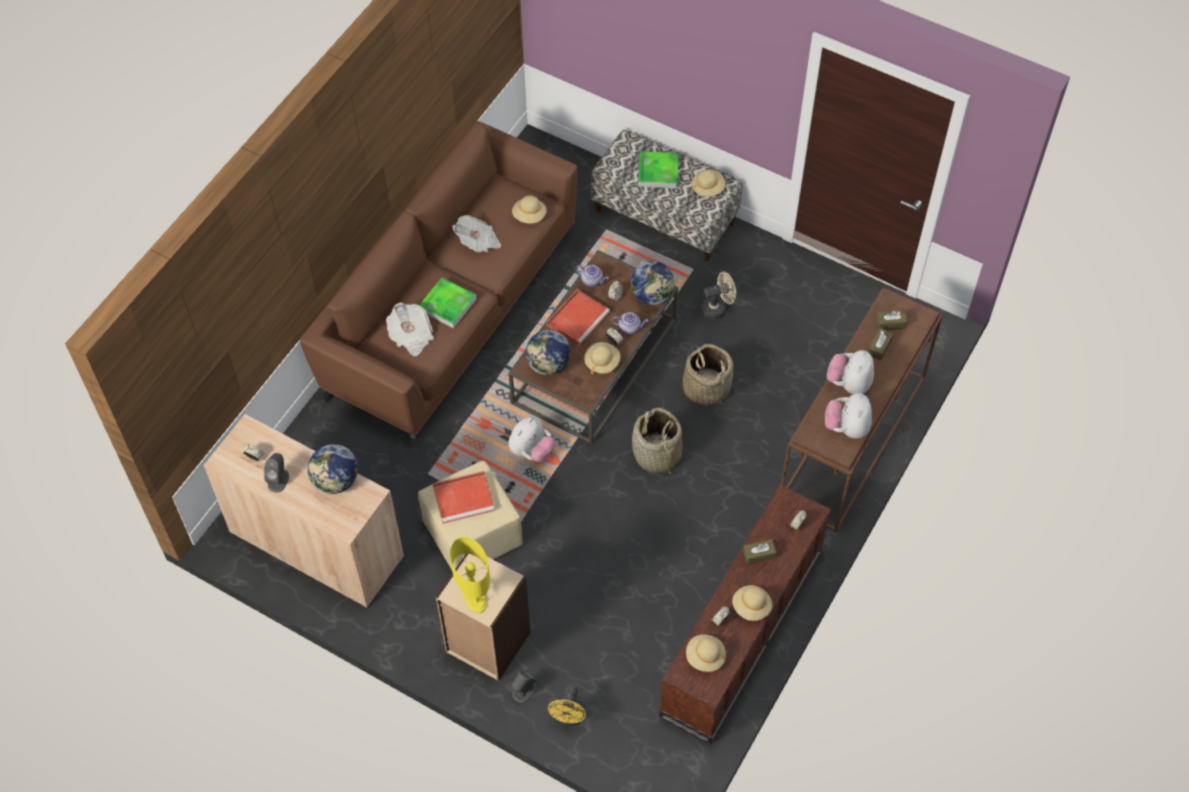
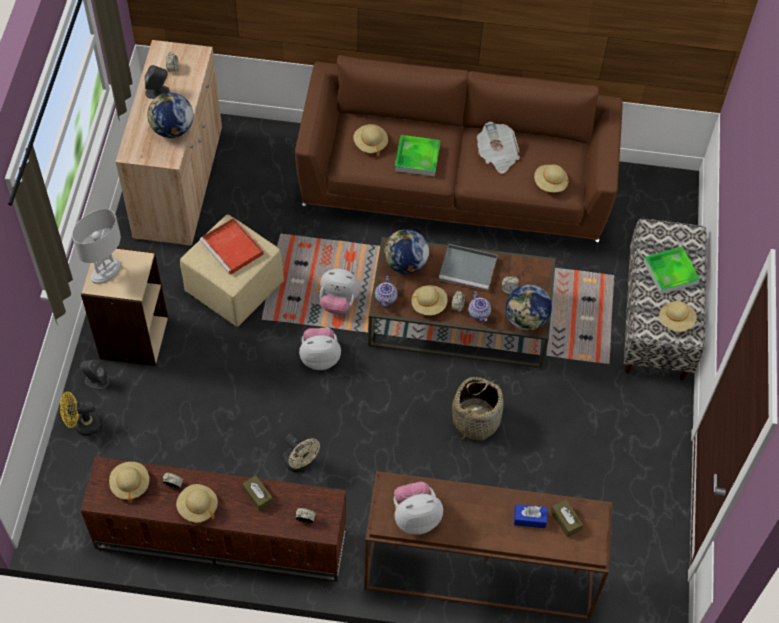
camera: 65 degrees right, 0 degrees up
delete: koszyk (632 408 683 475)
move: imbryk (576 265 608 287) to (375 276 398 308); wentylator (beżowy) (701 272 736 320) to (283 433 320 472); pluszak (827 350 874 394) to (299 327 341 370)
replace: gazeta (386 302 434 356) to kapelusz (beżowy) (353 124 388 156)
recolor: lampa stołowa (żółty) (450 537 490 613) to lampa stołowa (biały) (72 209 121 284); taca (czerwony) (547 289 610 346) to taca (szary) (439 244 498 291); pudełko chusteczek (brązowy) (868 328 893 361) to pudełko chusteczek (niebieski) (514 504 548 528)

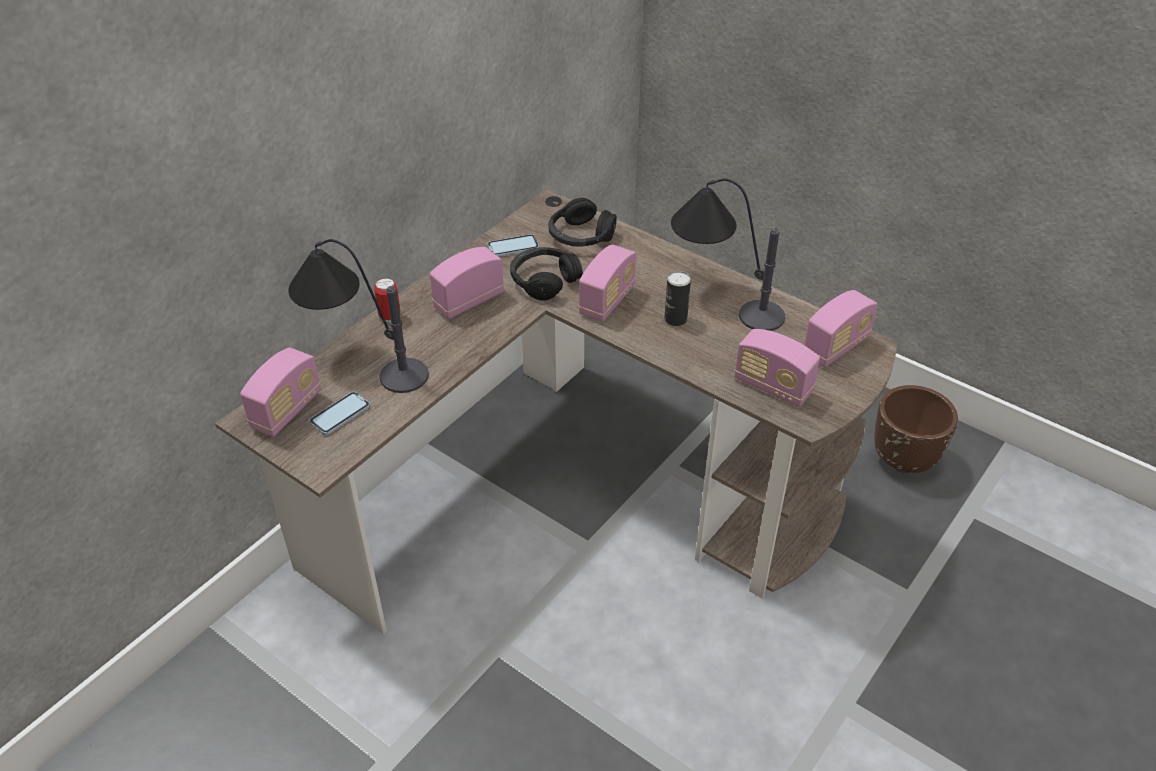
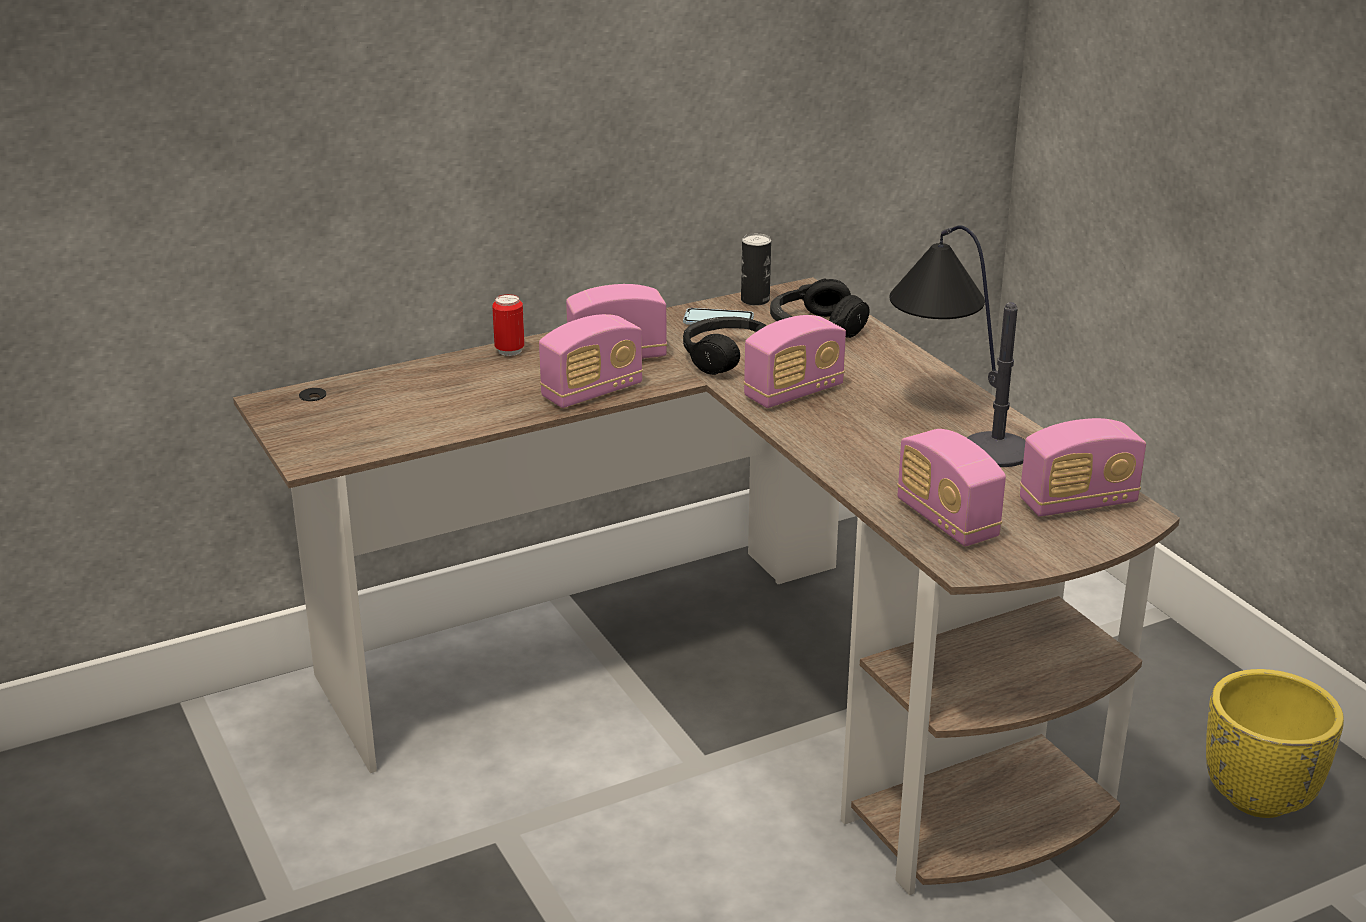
camera: 25 degrees right, 15 degrees down
delete: lampa stołowa (288 239 429 393); telefon (309 392 370 435)
move: radio (240 348 321 437) to (539 314 643 408); puszka (664 271 691 326) to (741 233 771 306)
recolor: donica (brązowy) (874 385 958 473) to donica (żółty) (1206 669 1344 818)

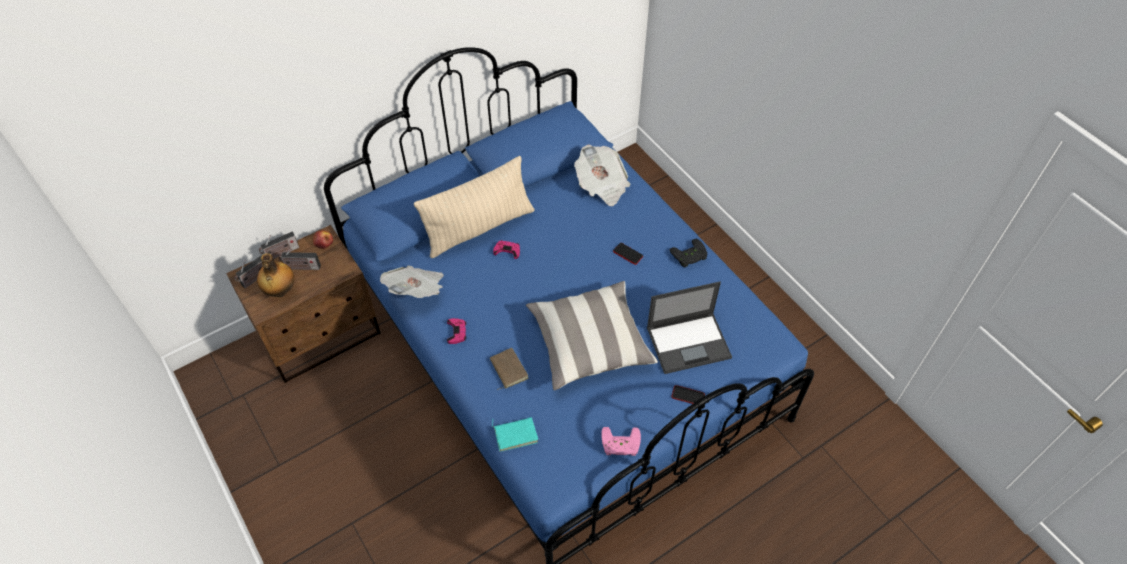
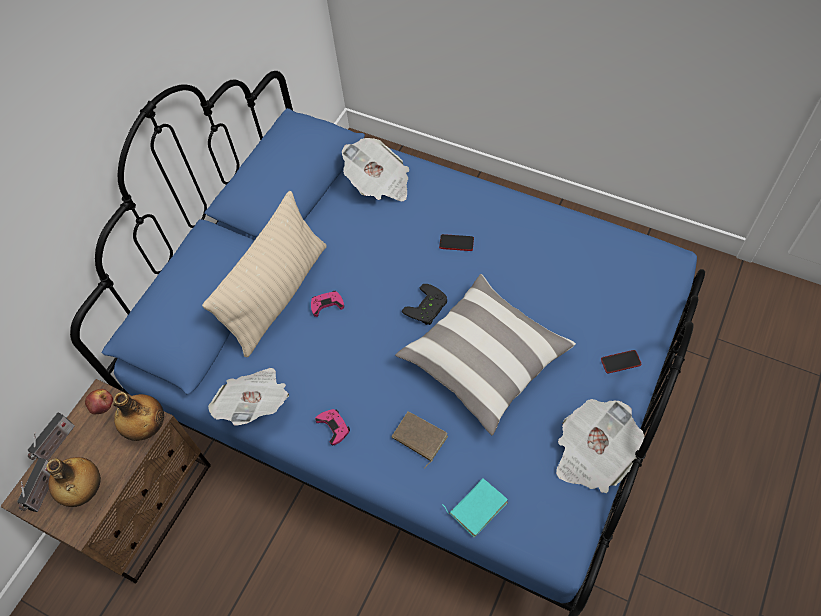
camera: 25 degrees left, 5 degrees up
delete: radio (279 248 321 270); laptop (647 282 732 374)
insert: butelka (113 392 164 441)
move: pad do gier (czarny) (669 239 708 268) to (402 284 447 325)
replace: pad do gier (różowy) (601 427 641 456) to gazeta (556 399 644 493)

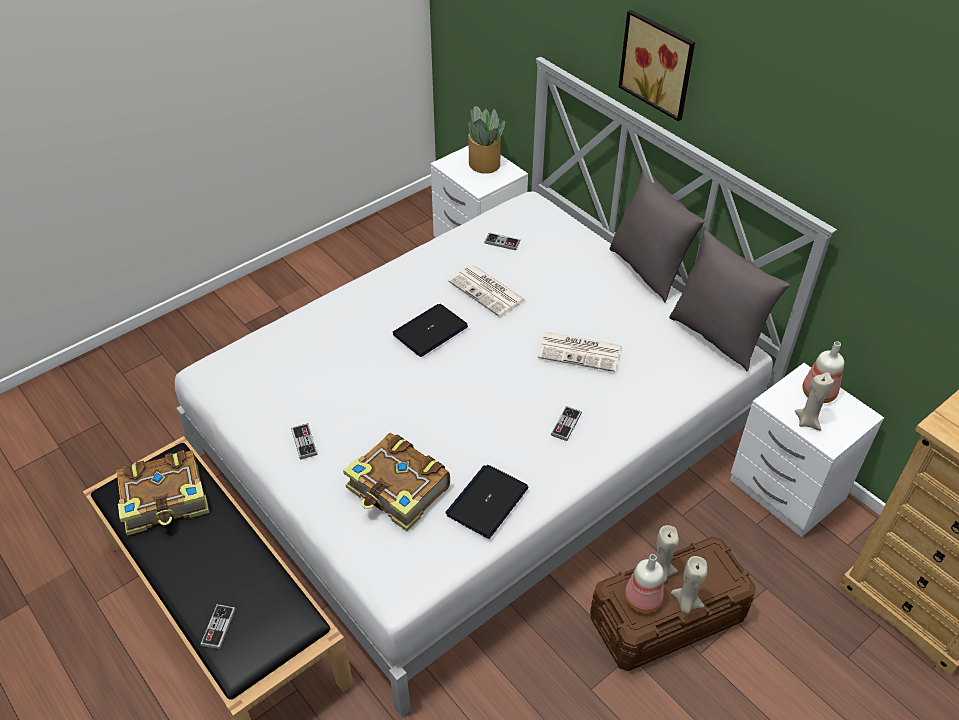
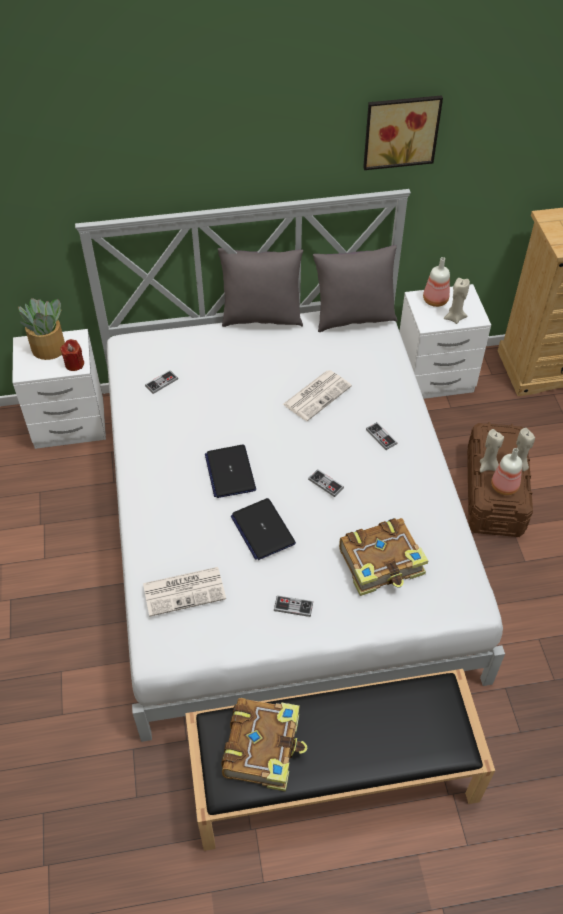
camera: 60 degrees left, 5 degrees up
insert: świeca (czerwony) (60 339 84 371)
move: pad do gier (201 604 236 649) to (308 469 344 497); laptop (445 465 528 539) to (231 498 296 560); gazeta (448 265 526 317) to (143 567 226 617); obraz (619 10 695 121) to (363 95 443 170)

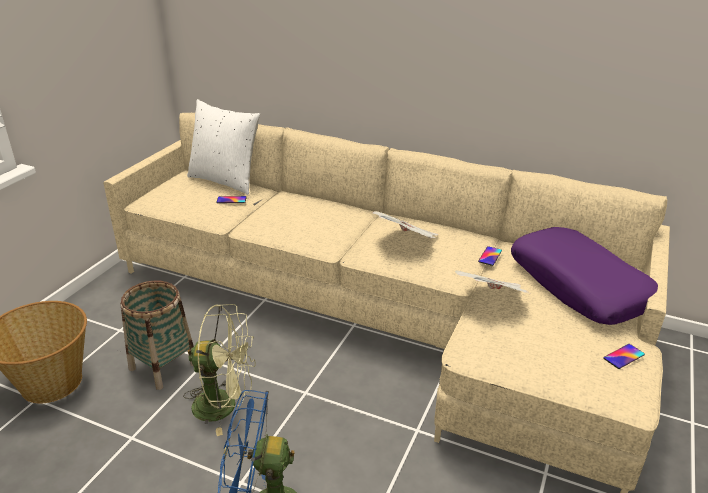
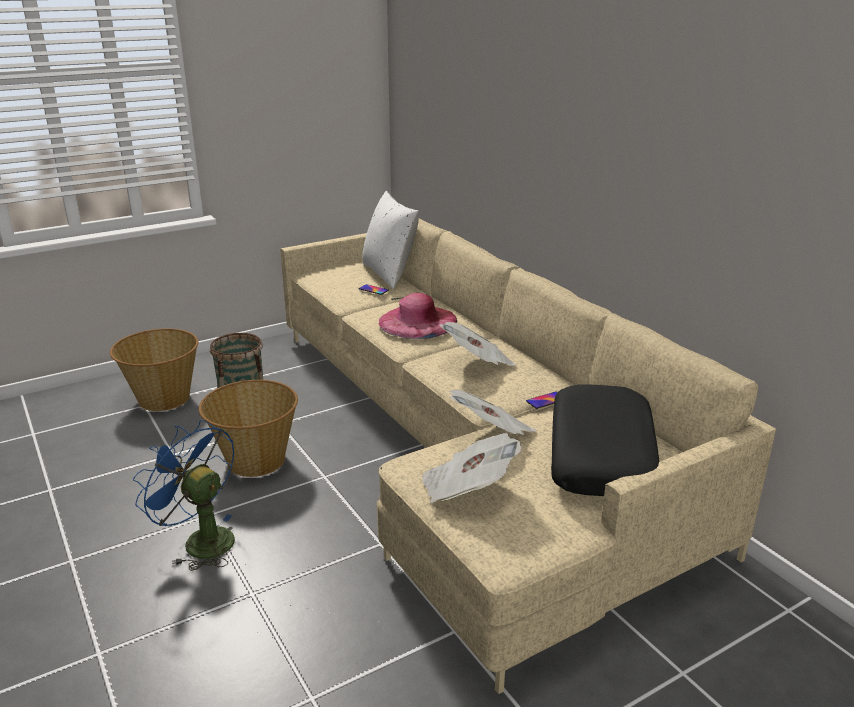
camera: 35 degrees right, 5 degrees down
delete: telefon (603 344 645 369)
insert: kapelusz (różowy) (379 293 457 339); gazeta (422 433 521 503)
replace: wentylator (zielony) (183 304 256 436) to koszyk (199 380 298 477)
recolor: poduszka (fioletowy) (511 227 658 325) to poduszka (czarny) (551 385 659 496)

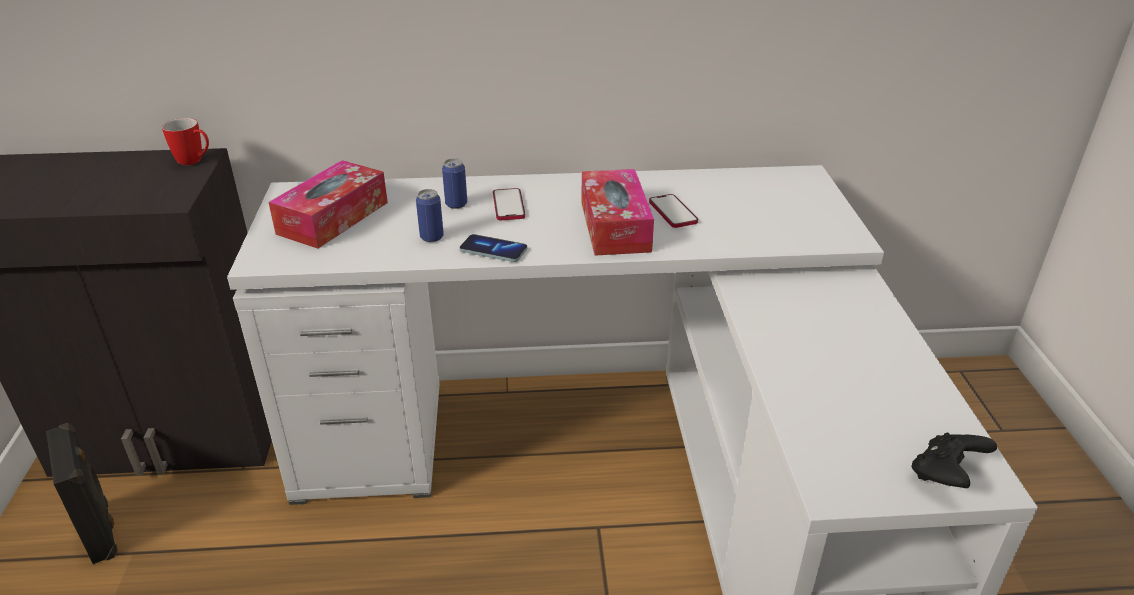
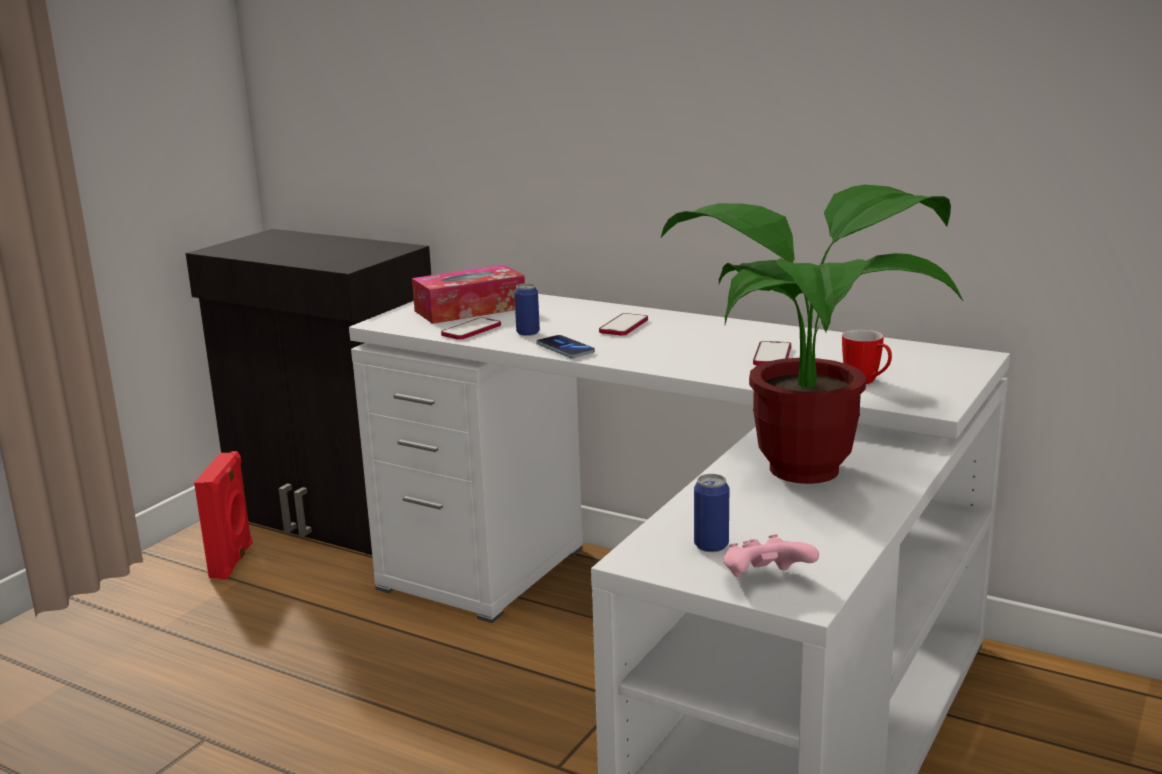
camera: 35 degrees right, 15 degrees down
delete: pudełko chusteczek (581 169 654 256)
insert: telefon (441 317 501 340); roślina doniczkowa (661 185 963 484)
move: kubek (162 118 209 165) to (842 329 892 384); puszka (442 158 467 209) to (694 474 729 552)
recolor: głośnik (czarny) (46 423 117 564) to głośnik (czerwony) (194 451 253 580); pad do gier (czarny) (911 433 997 488) to pad do gier (różowy) (723 534 819 577)

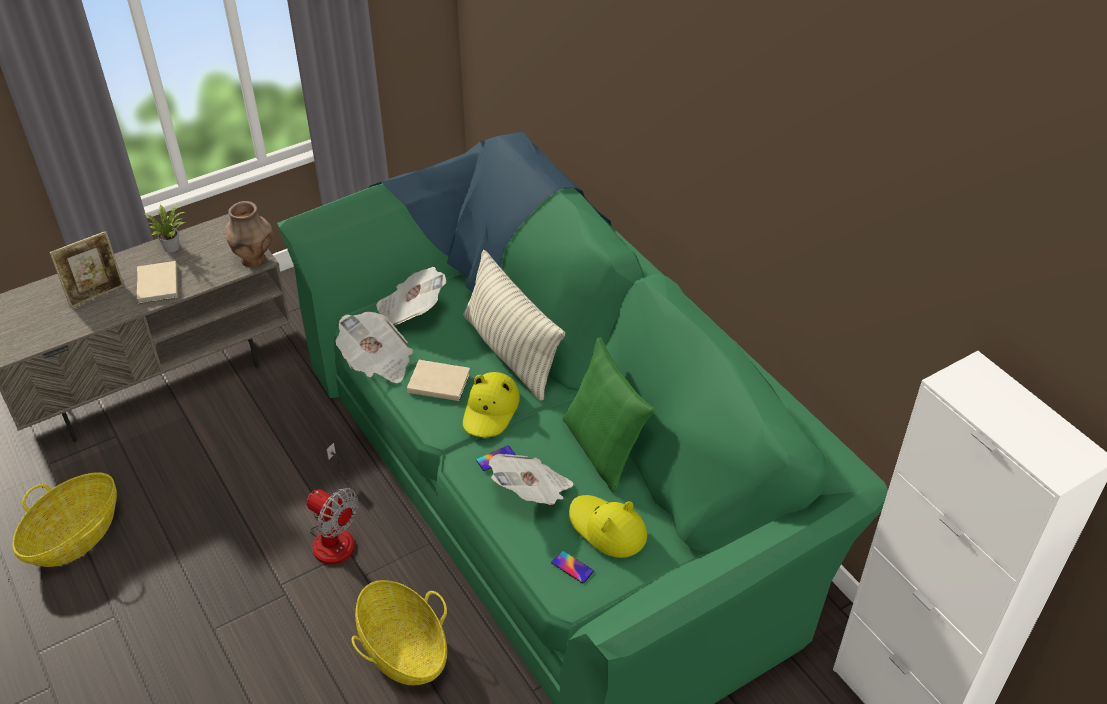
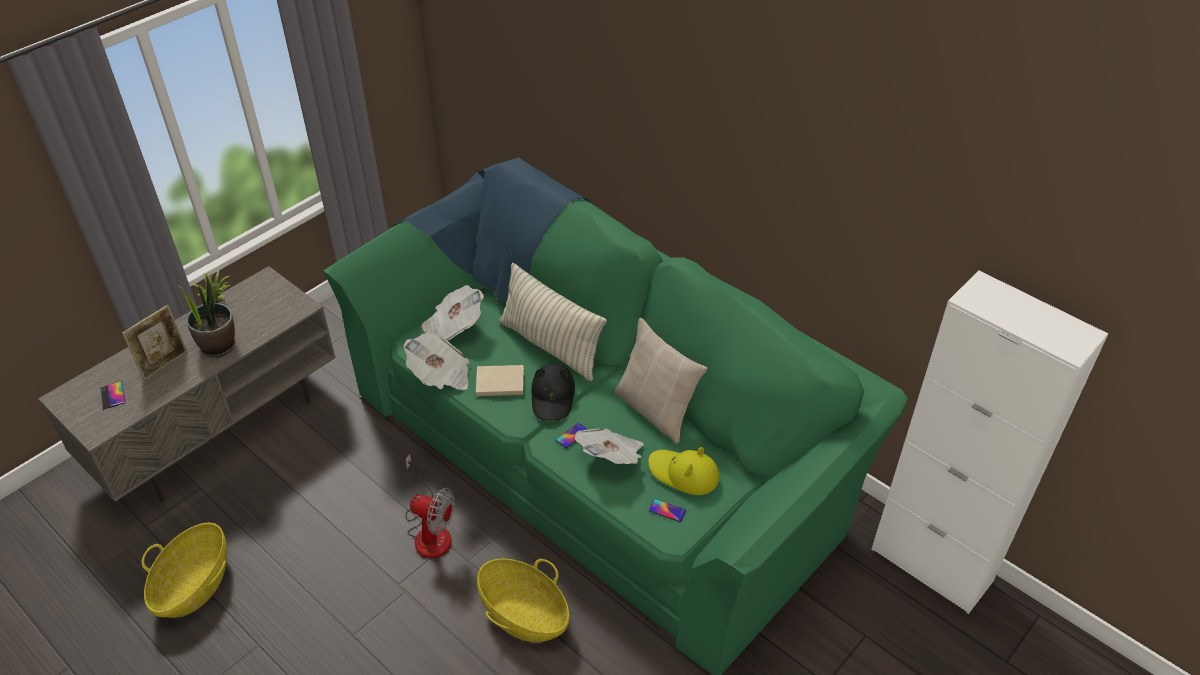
camera: 15 degrees left, 0 degrees up
delete: wazon (brązowy) (224 201 273 268)
insert: telefon (100 381 125 410)
replace: książka (beżowy) (137 261 178 304) to roślina doniczkowa (177 275 236 358)
recolor: kapelusz (żółty) (463 372 520 437) to kapelusz (czarny) (531 364 575 421); poduszka (zielony) (563 337 655 492) to poduszka (beżowy) (614 318 707 444)

